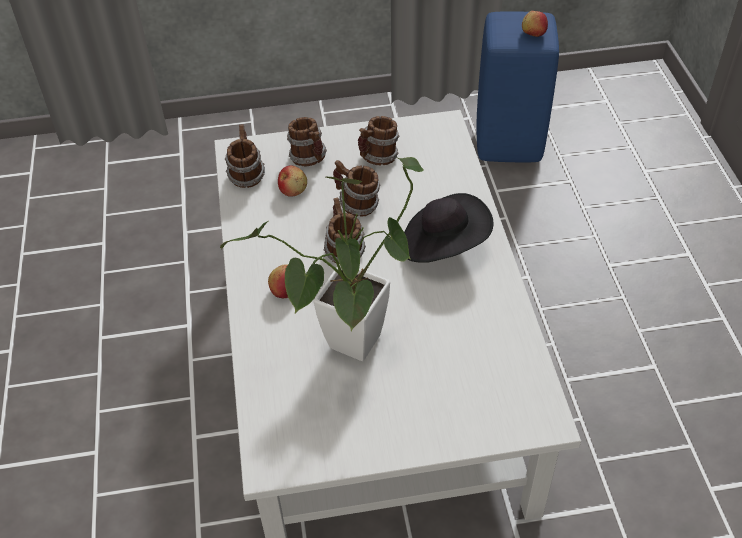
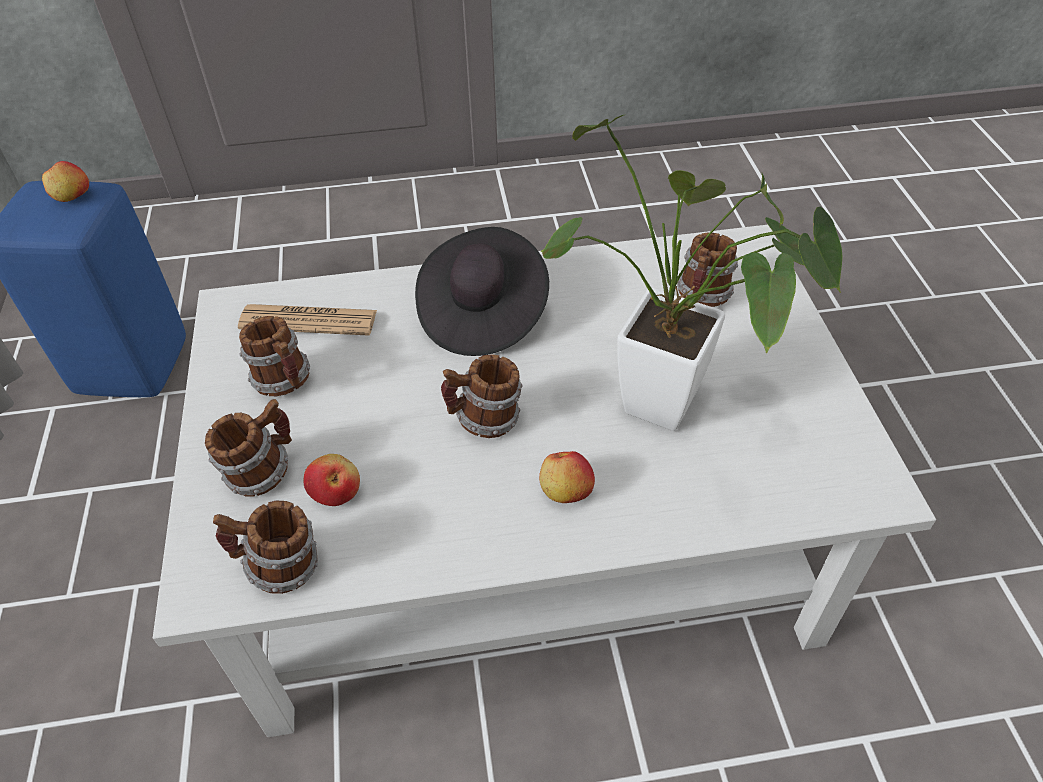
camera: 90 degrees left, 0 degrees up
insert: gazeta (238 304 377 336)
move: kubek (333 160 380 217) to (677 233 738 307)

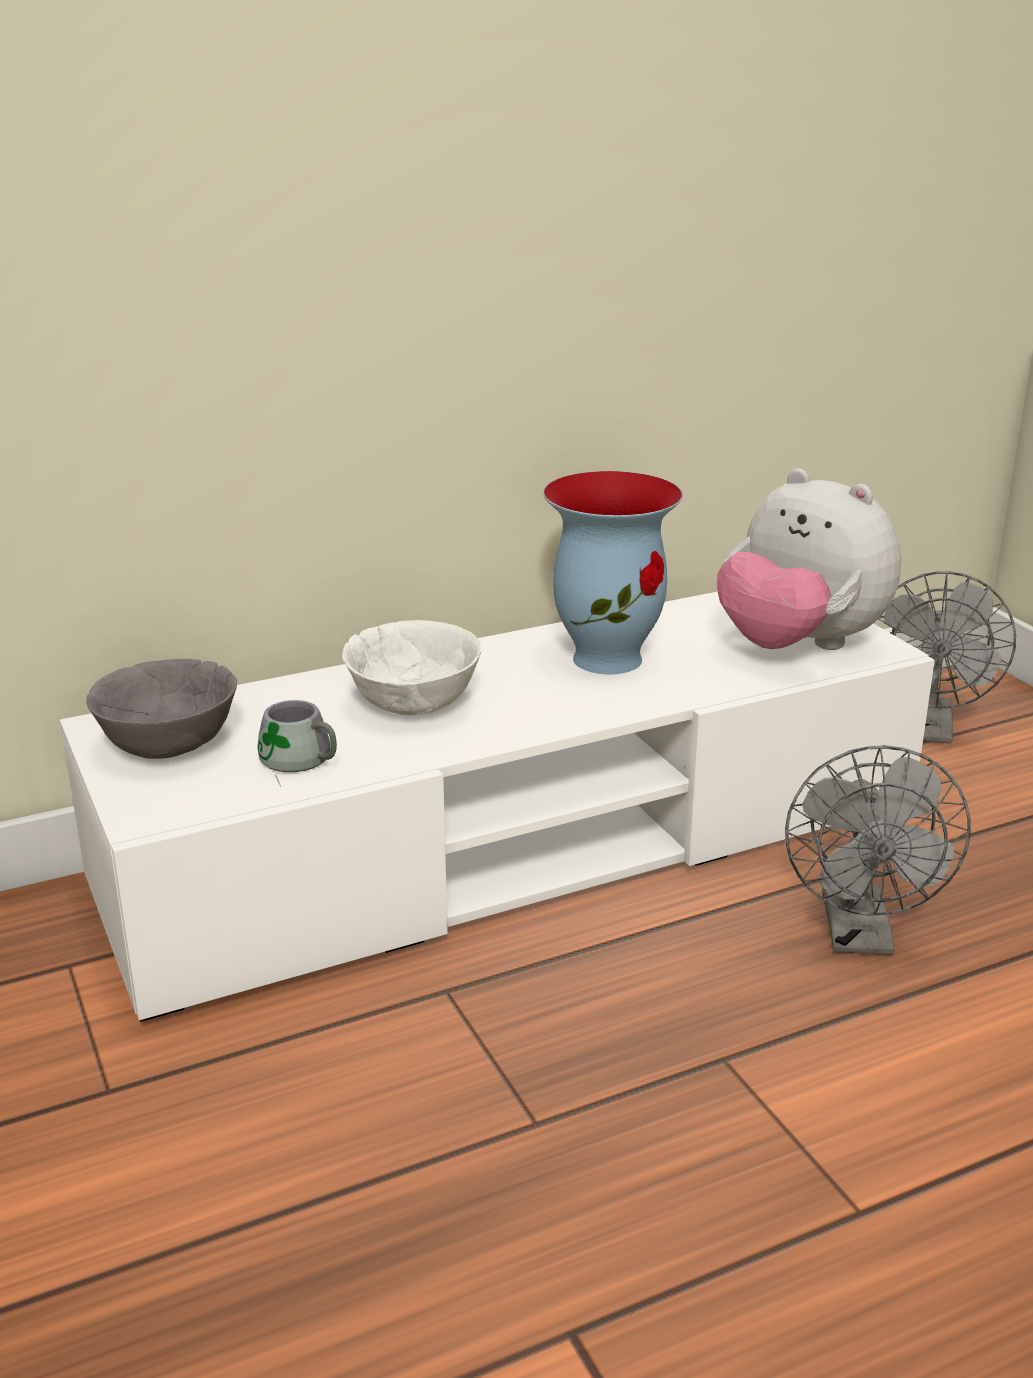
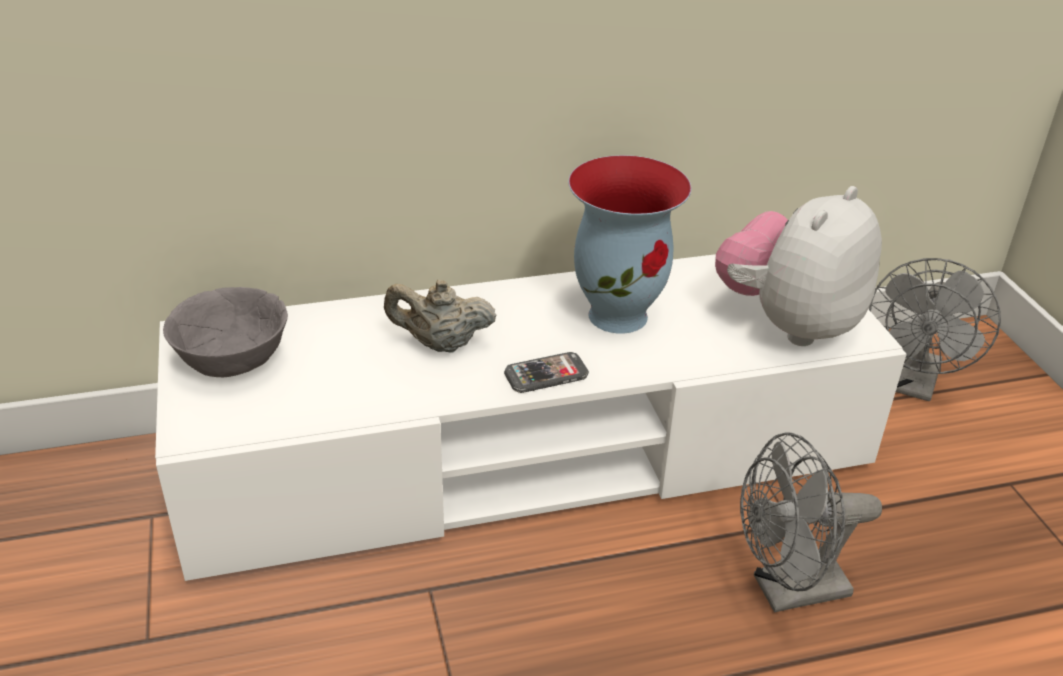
camera: 10 degrees right, 10 degrees up
delete: kubek (szary) (257 700 337 787)
insert: telefon (504 352 589 393)
replace: miska (biały) (342 620 482 715) to imbryk (beżowy) (384 280 496 353)
rotate: pluszak (717 468 901 650) = (715 186 882 346) 75 degrees clockwise; wentylator (szary) (785 745 971 955) = (740 433 882 613) 60 degrees clockwise

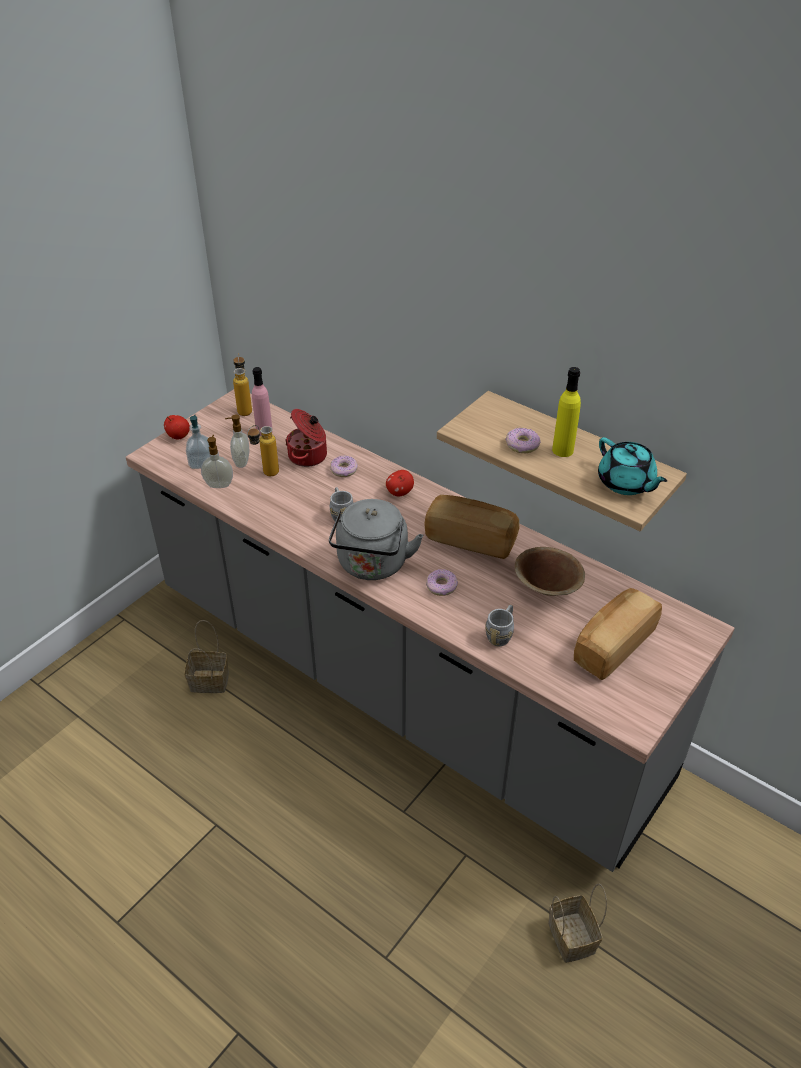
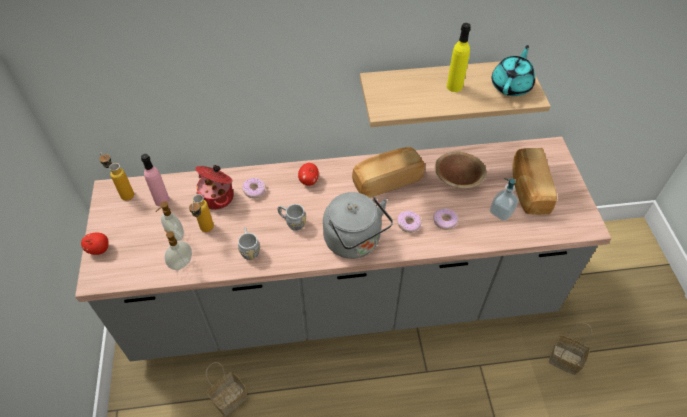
camera: 45 degrees left, 10 degrees up
move: dozownik mydła (186 415 210 469) to (490 178 518 221); kubek (szary) (485 605 514 646) to (238 227 260 260); donut (506 428 541 453) to (433 208 459 230)
rotate: imbryk (turkusowy) (598 437 667 495) = (492 45 535 96) 75 degrees counterclockwise

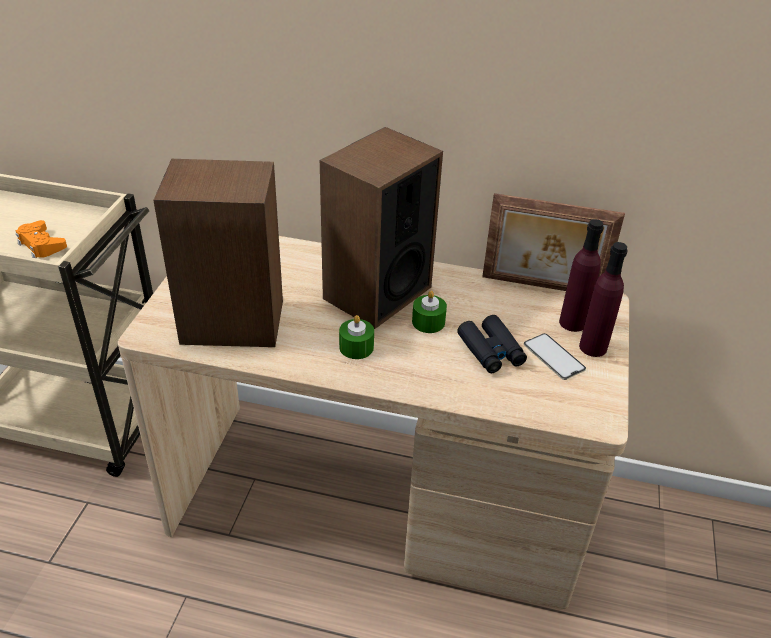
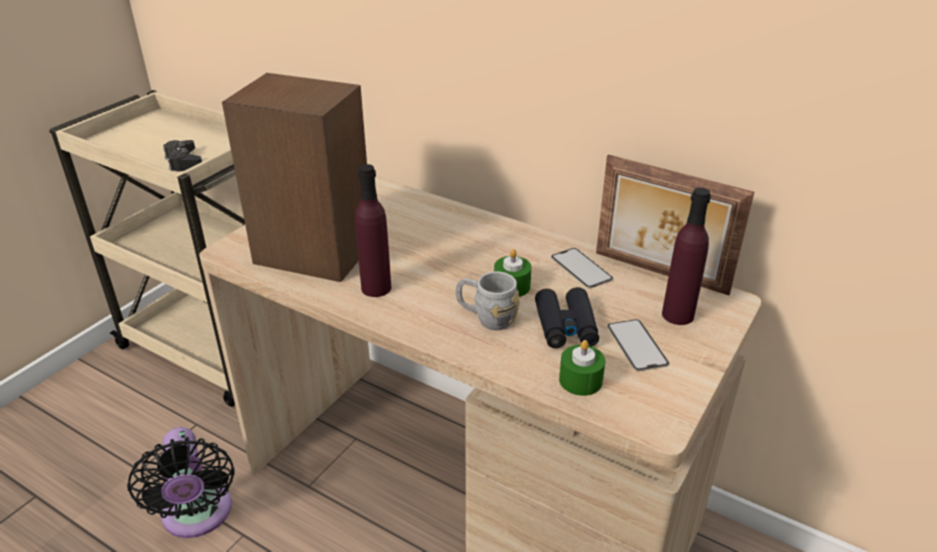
camera: 20 degrees right, 5 degrees down
delete: głośnik (320 127 443 329)
insert: wentylator (czarny) (127 427 234 538); kubek (szary) (456 271 519 330); telefon (551 248 613 288)
move: świeca (zielony) (339 315 374 359) to (559 340 605 396); butelka (fioletowy) (579 242 628 357) to (355 164 391 297)
recolor: pad do gier (pomarańczowy) (16 220 67 258) to pad do gier (czarny) (163 140 202 171)

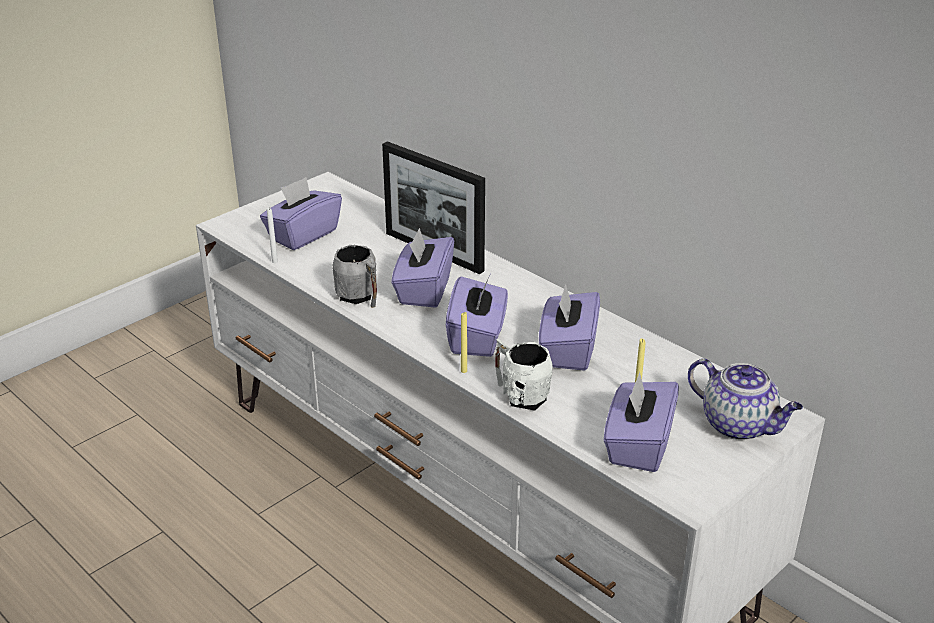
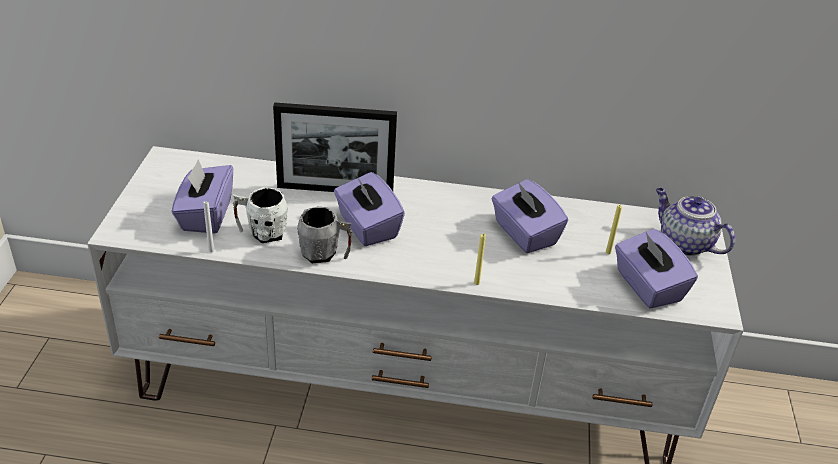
camera: 40 degrees left, 5 degrees up
delete: pudełko chusteczek (fioletowy) (446 277 508 357)
move: kubek (biały) (495 338 553 411) to (233 187 288 243)
rotate: imbryk (688 359 803 440) = (656 188 735 256) 135 degrees counterclockwise

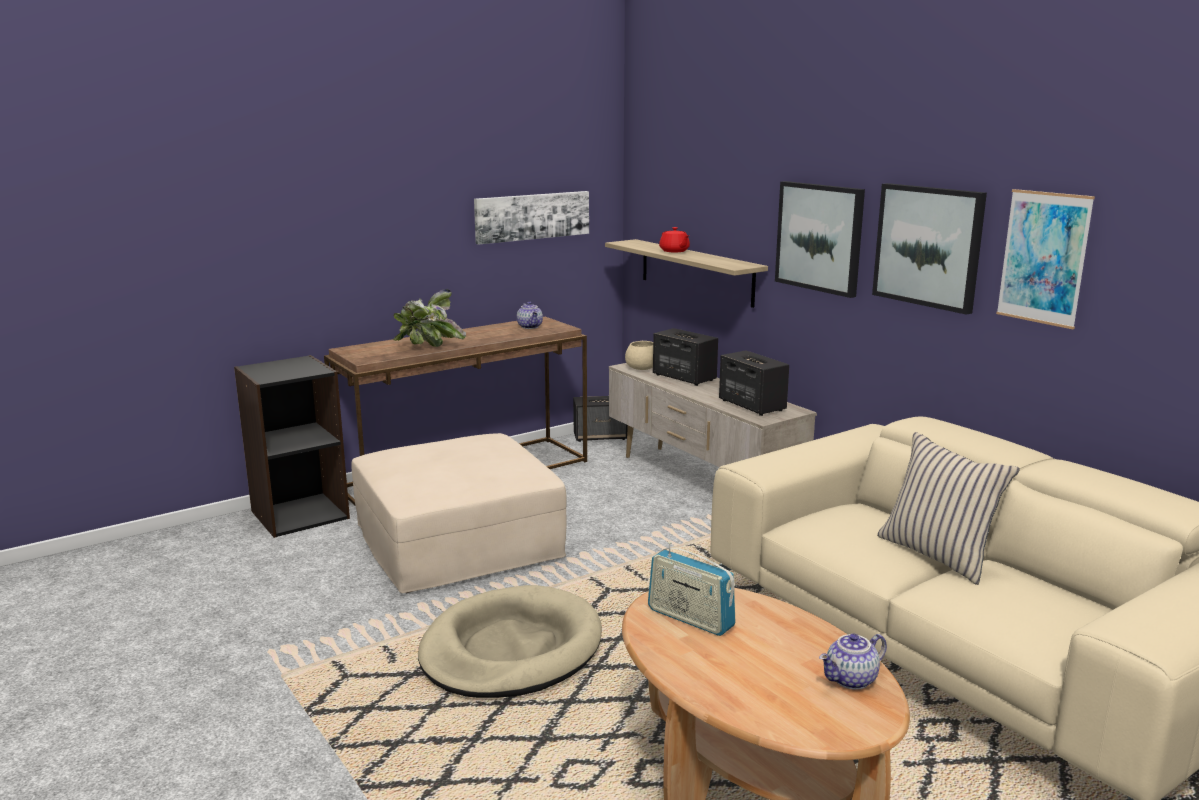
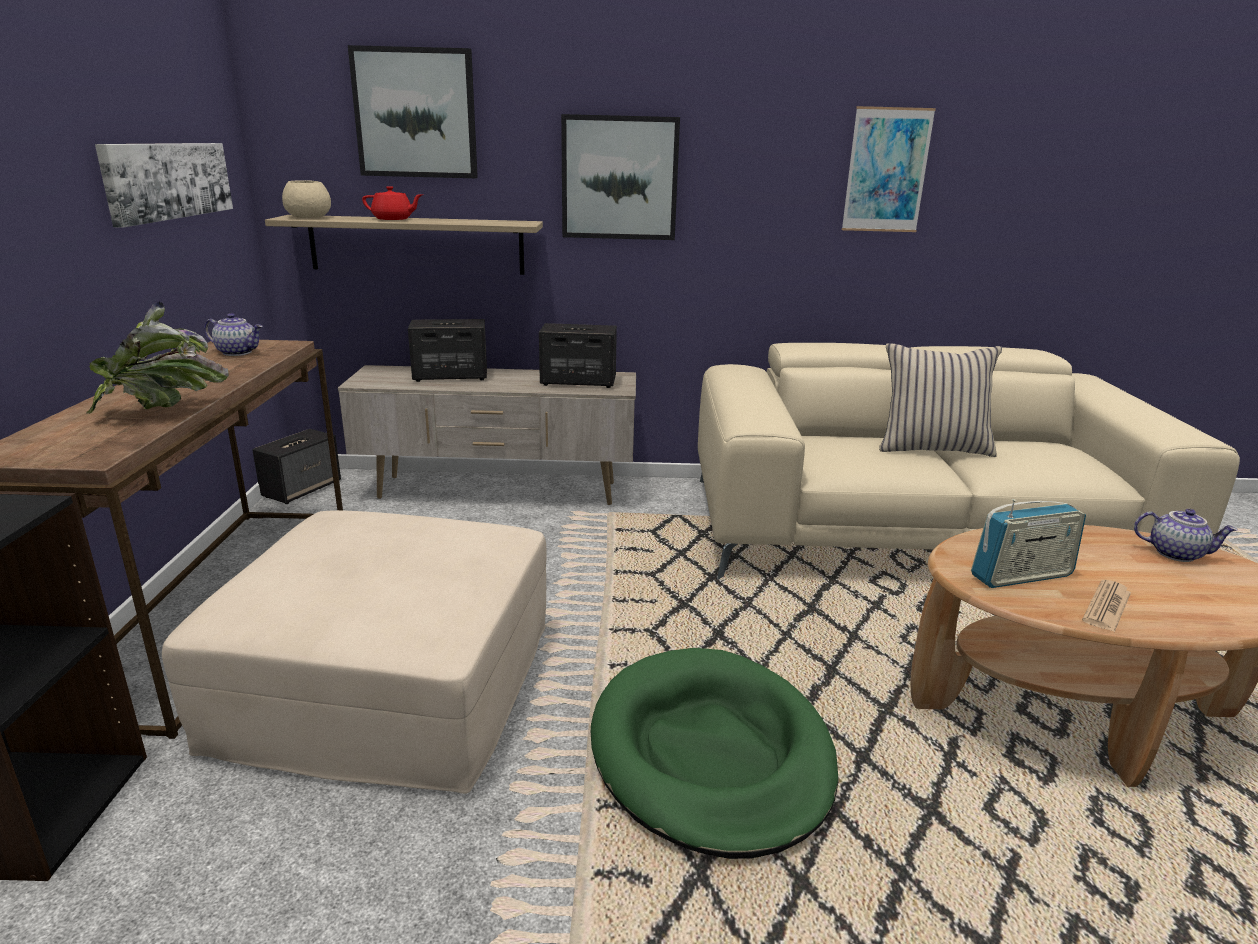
camera: 55 degrees left, 5 degrees up
insert: gazeta (1082 580 1131 632)
move: miska (beżowy) (625 341 653 370) to (282 180 331 218); obraz (872 183 987 315) to (348 45 478 178)
recolor: legowisko (beżowy) (418 585 602 698) to legowisko (zielony) (591 648 839 859)
rotate: imbryk (819 634 887 690) = (1134 509 1237 562) 75 degrees counterclockwise

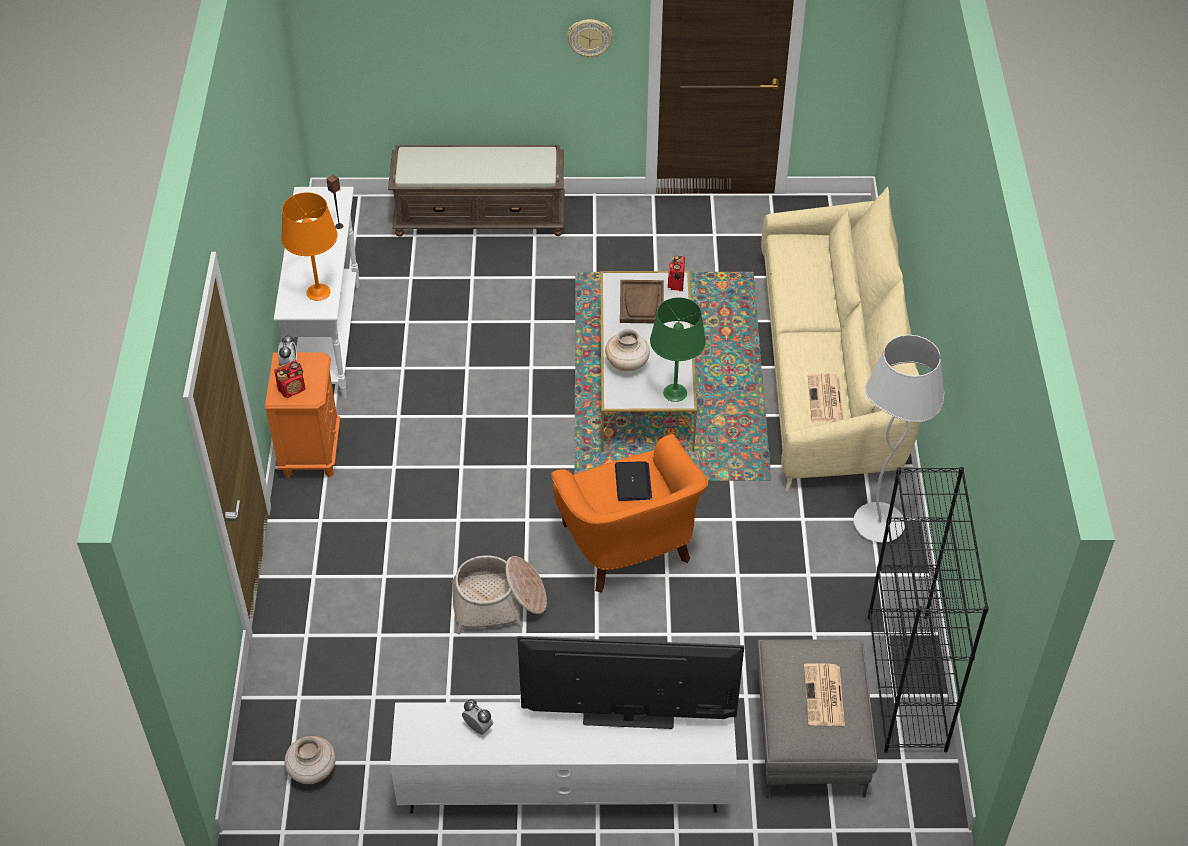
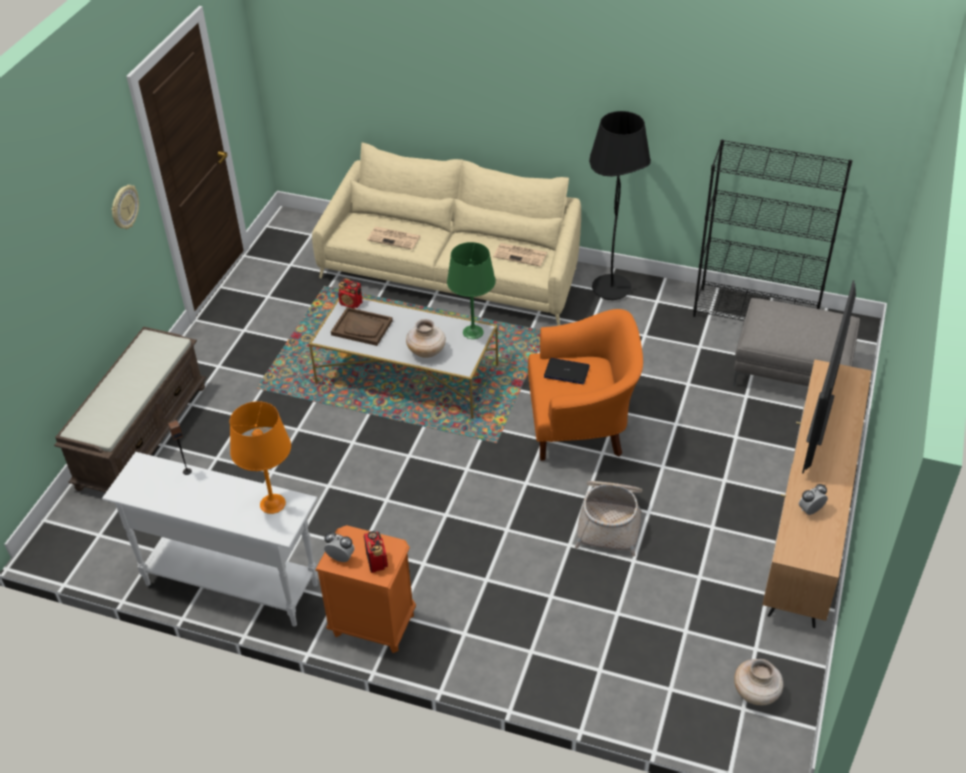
camera: 70 degrees left, 5 degrees down
move: gazeta (804 663 845 726) to (367 227 420 249)
recolor: szafka pod telewizor (biały) (390 702 737 814) to szafka pod telewizor (brązowy) (762 359 872 628); lampa stojąca (biały) (854 335 944 543) to lampa stojąca (czarny) (589 111 651 300)

